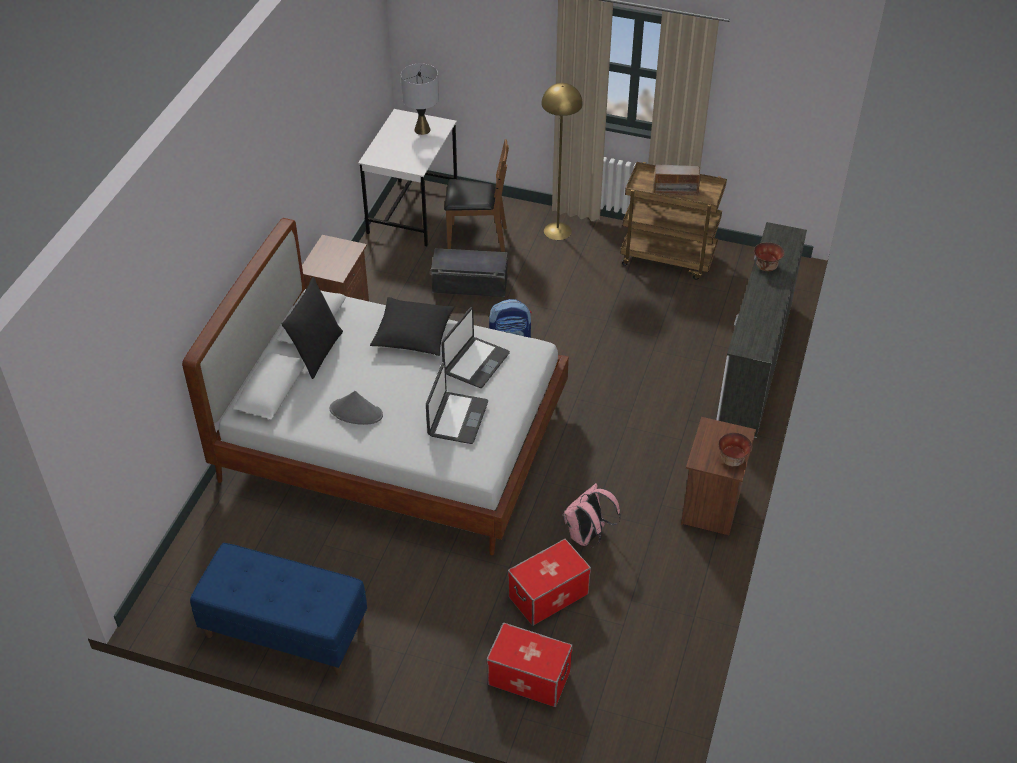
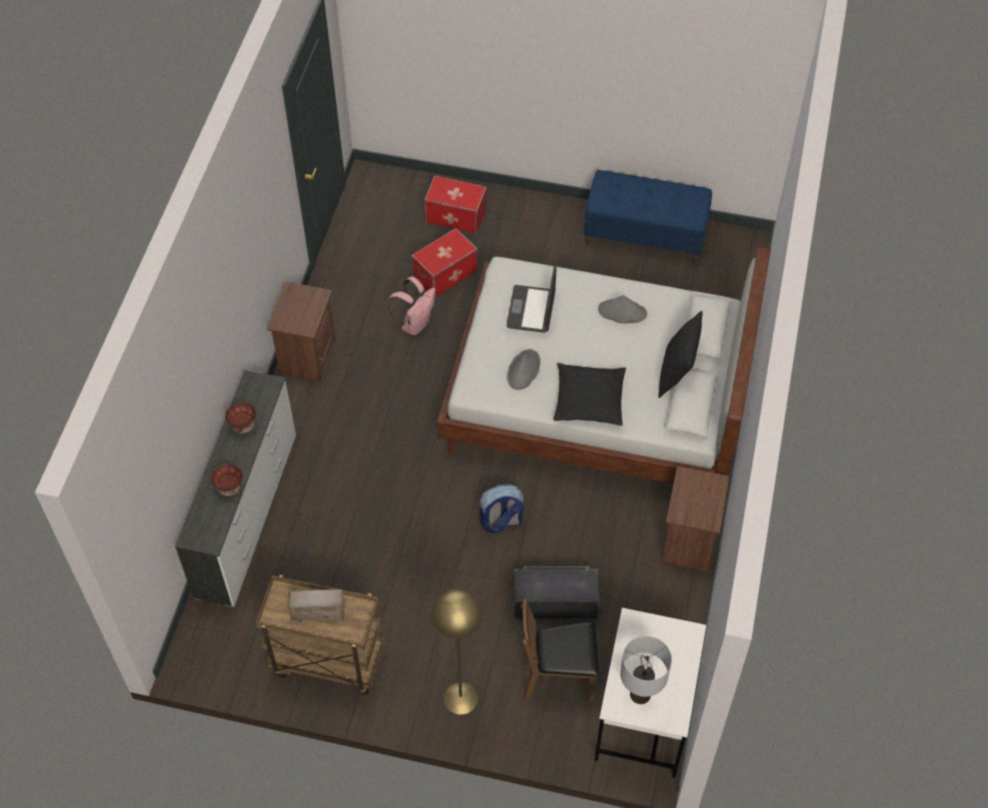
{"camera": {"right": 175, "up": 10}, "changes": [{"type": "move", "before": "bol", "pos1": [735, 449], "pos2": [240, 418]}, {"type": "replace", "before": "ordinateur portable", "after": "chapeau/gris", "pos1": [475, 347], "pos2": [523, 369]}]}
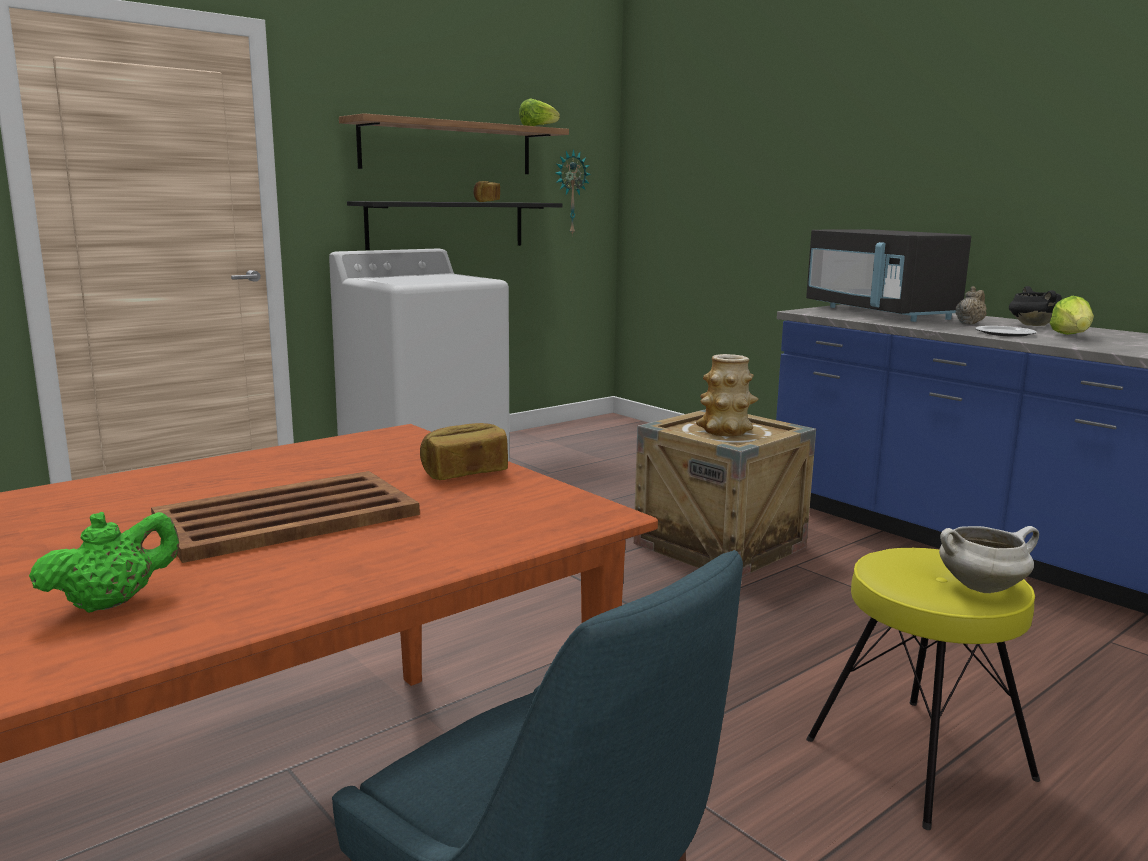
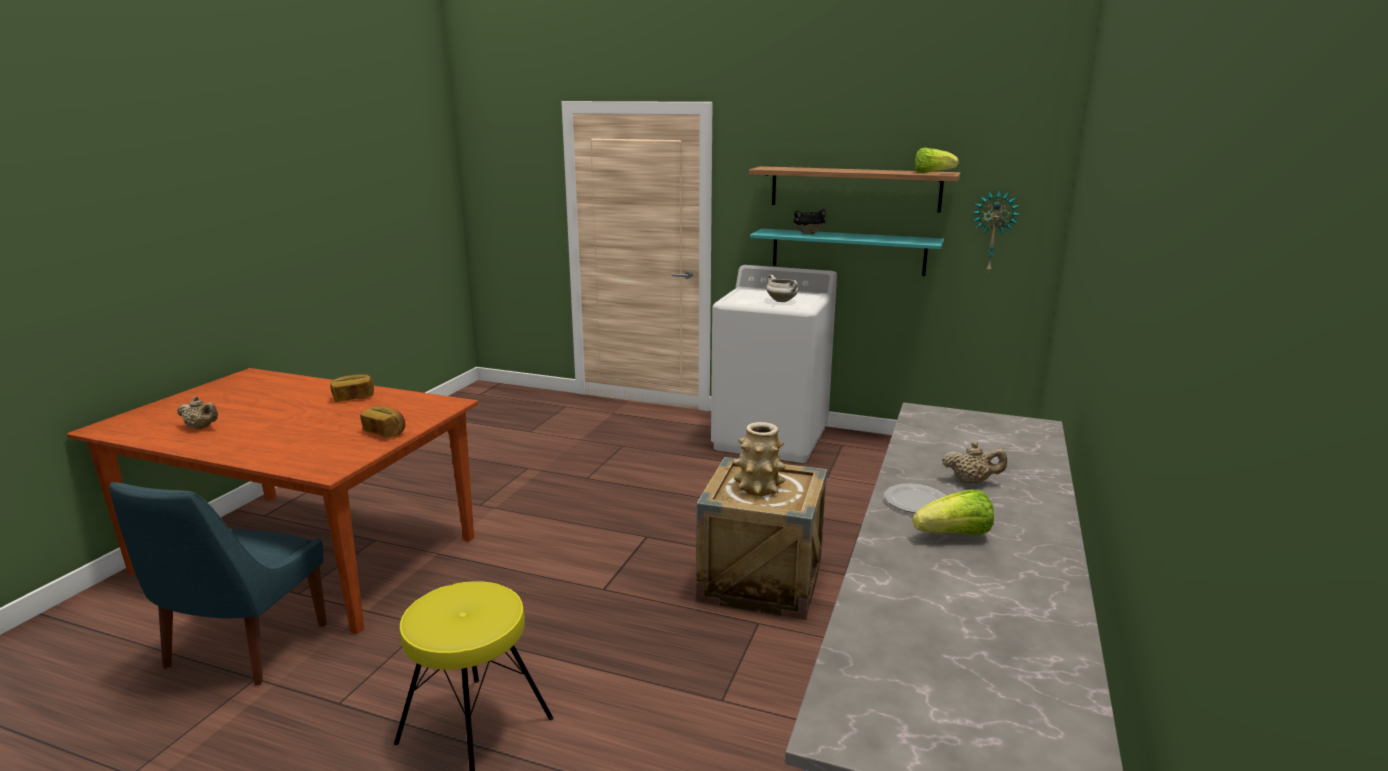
{"camera": {"right": 60, "up": 5}, "changes": [{"type": "recolor", "before": "théière/vert", "after": "théière/beige", "pos1": [104, 562], "pos2": [197, 412]}, {"type": "move", "before": "pain", "pos1": [486, 191], "pos2": [352, 388]}, {"type": "recolor", "before": "étagère/noir", "after": "étagère/turquoise", "pos1": [454, 225], "pos2": [847, 252]}, {"type": "move", "before": "marmite/blanc", "pos1": [989, 559], "pos2": [782, 288]}, {"type": "move", "before": "marmite/noir", "pos1": [1035, 306], "pos2": [809, 221]}, {"type": "delete", "before": "plateau/marron", "pos1": [285, 517]}, {"type": "delete", "before": "micro-ondes/noir", "pos1": [888, 275]}]}
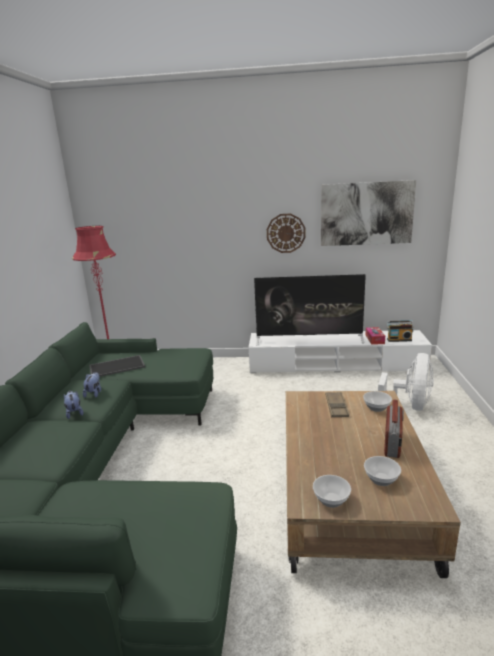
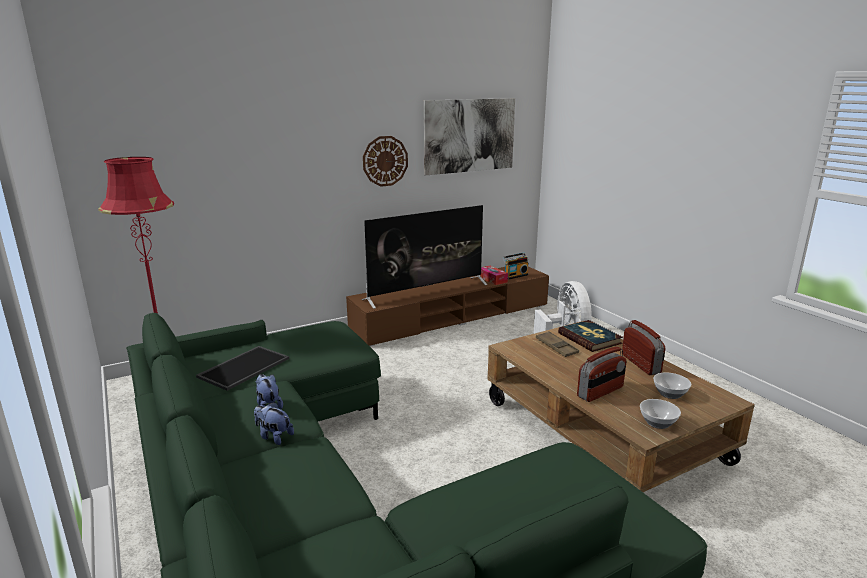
{"camera": {"right": -35, "up": 0}, "changes": [{"type": "recolor", "before": "meuble télé/blanc", "after": "meuble télé/marron", "pos1": [340, 351], "pos2": [447, 307]}, {"type": "replace", "before": "bol", "after": "livre", "pos1": [377, 401], "pos2": [590, 336]}, {"type": "insert", "after": "radio", "pos2": [601, 374]}]}
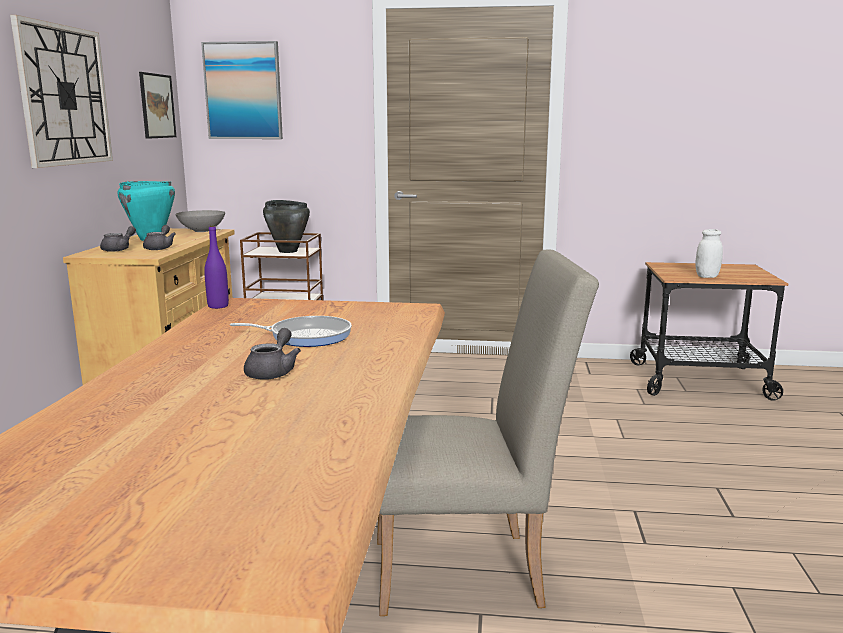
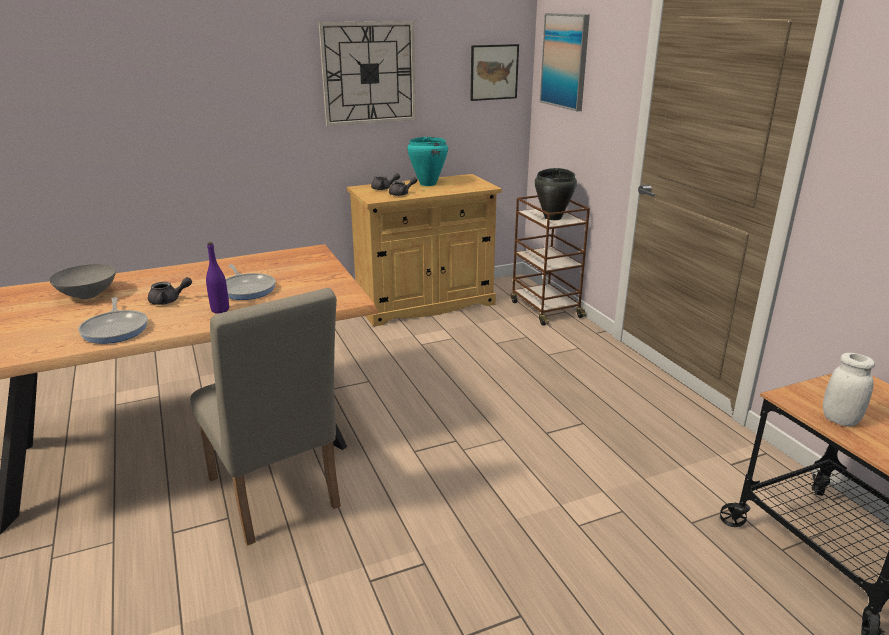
{"camera": {"right": 60, "up": 10}, "changes": [{"type": "move", "before": "bol/gris", "pos1": [200, 221], "pos2": [82, 281]}, {"type": "insert", "after": "poêle", "pos2": [113, 320]}, {"type": "move", "before": "bouteille/violet", "pos1": [216, 267], "pos2": [217, 278]}]}
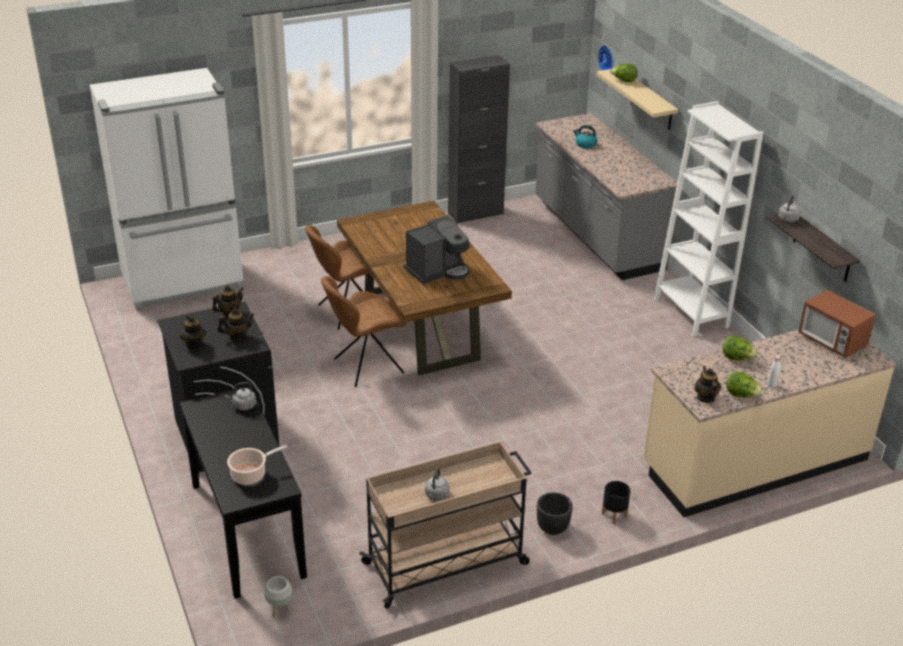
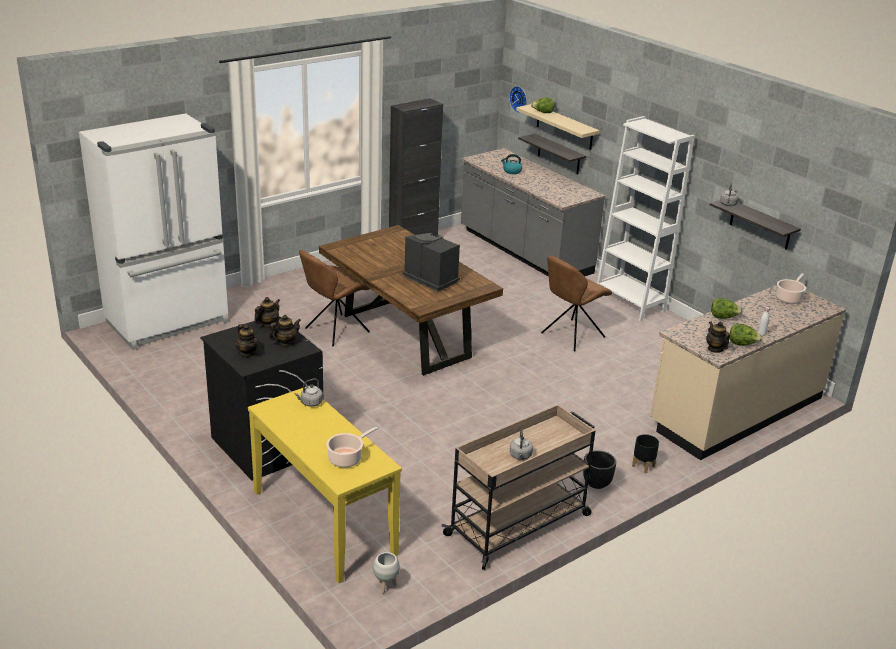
{"camera": {"right": -15, "up": -5}, "changes": [{"type": "recolor", "before": "table console/noir", "after": "table console/jaune", "pos1": [243, 492], "pos2": [325, 485]}, {"type": "rotate", "before": "machine à café", "pos1": [436, 250], "pos2": [431, 262], "turn": -90}, {"type": "insert", "after": "étagère", "pos2": [552, 154]}, {"type": "move", "before": "chaise/marron", "pos1": [363, 331], "pos2": [576, 303]}, {"type": "replace", "before": "micro-ondes", "after": "marmite", "pos1": [837, 324], "pos2": [791, 289]}]}
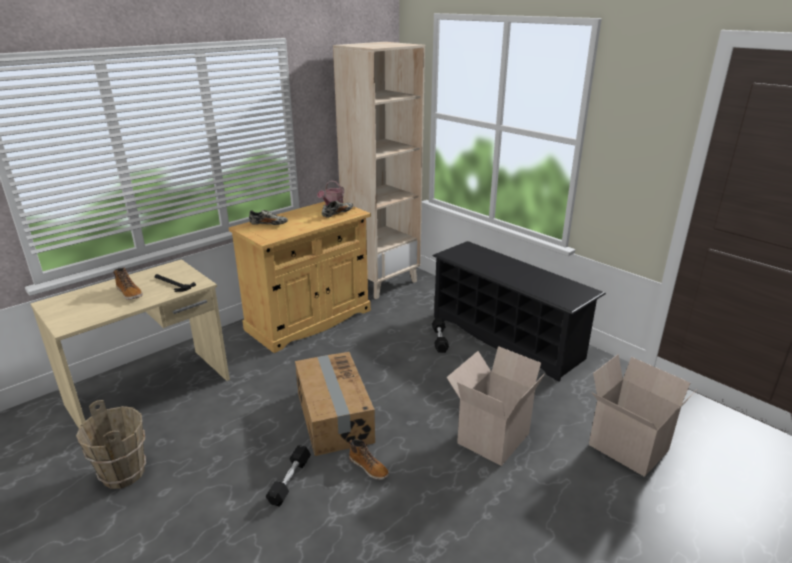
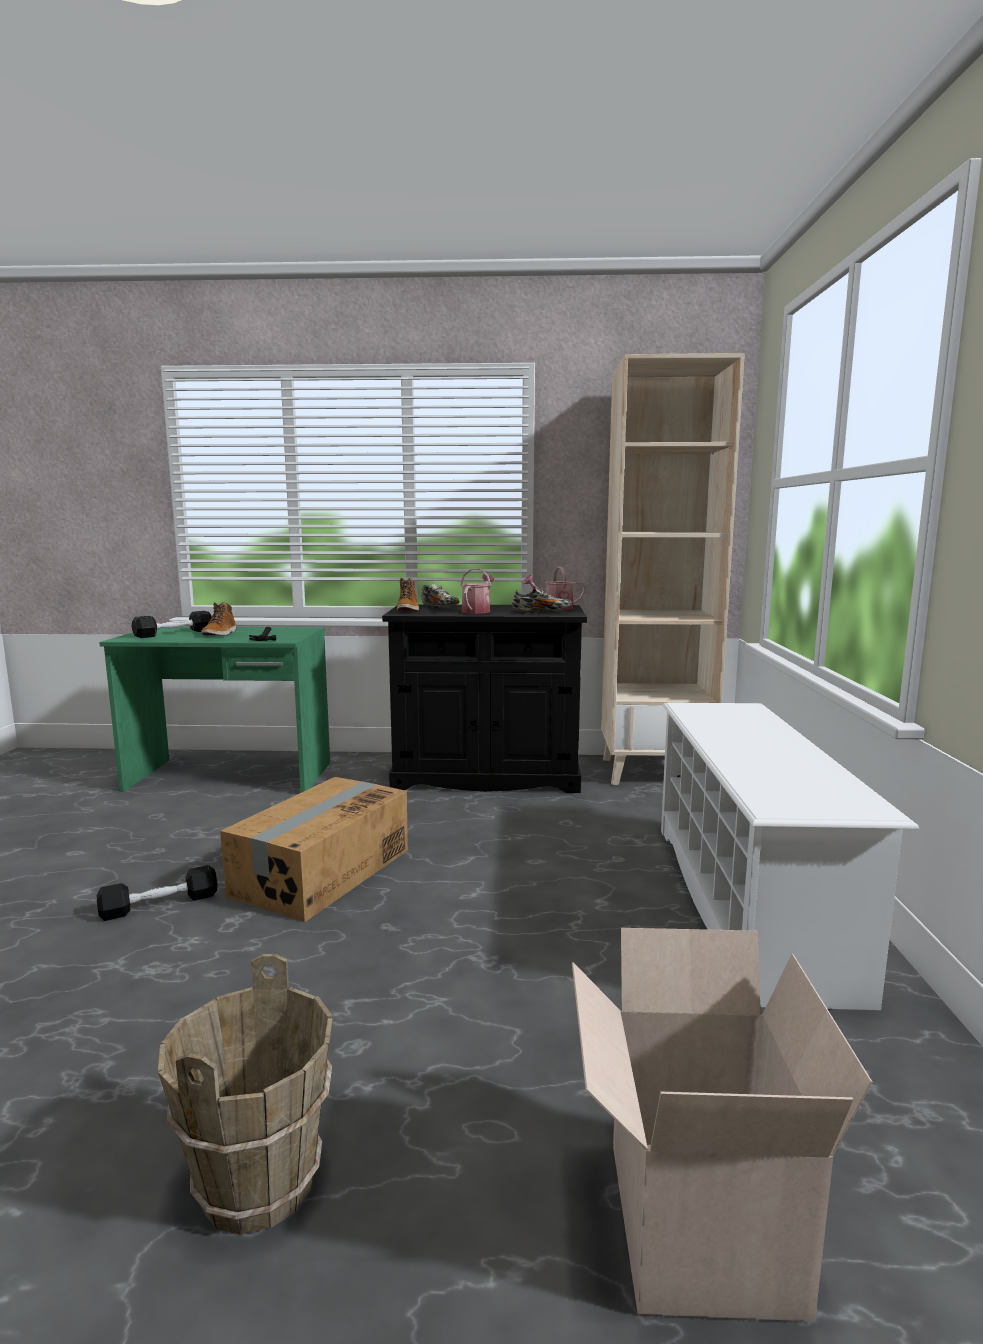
{"camera": {"right": 45, "up": -15}, "changes": [{"type": "recolor", "before": "bureau/beige", "after": "bureau/vert", "pos1": [130, 343], "pos2": [214, 710]}, {"type": "move", "before": "haltère/noir", "pos1": [440, 335], "pos2": [171, 624]}, {"type": "move", "before": "seau/marron", "pos1": [111, 444], "pos2": [245, 1094]}, {"type": "recolor", "before": "meuble de rangement/beige", "after": "meuble de rangement/noir", "pos1": [300, 277], "pos2": [484, 698]}, {"type": "move", "before": "botte", "pos1": [369, 459], "pos2": [408, 594]}, {"type": "insert", "after": "arrosoir", "pos2": [477, 591]}, {"type": "recolor", "before": "étagère à chaussures/noir", "after": "étagère à chaussures/blanc", "pos1": [519, 311], "pos2": [790, 856]}, {"type": "delete", "before": "carton", "pos1": [495, 406]}]}
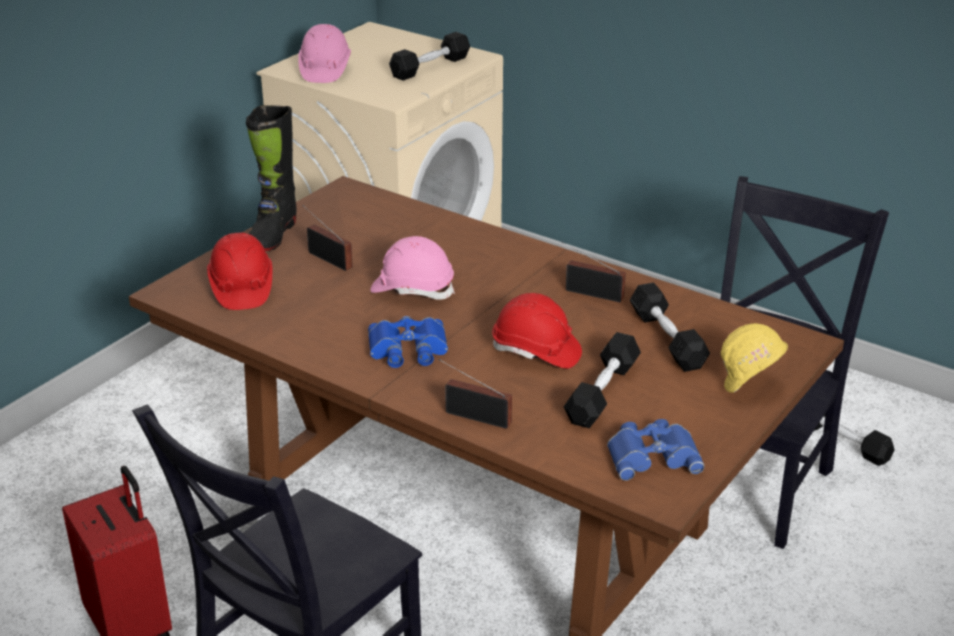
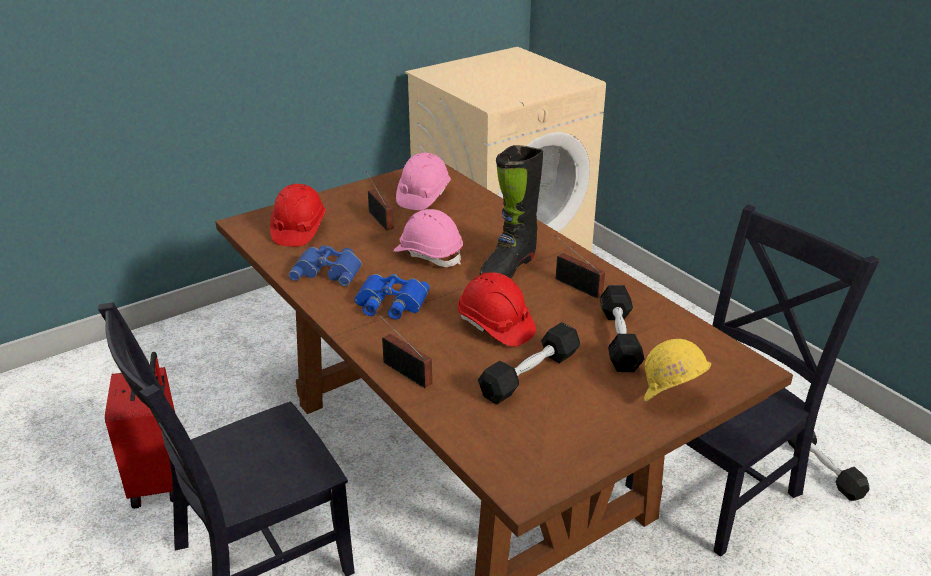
{"camera": {"right": 20, "up": 0}, "changes": [{"type": "move", "before": "jumelles/bleu", "pos1": [656, 450], "pos2": [325, 266]}, {"type": "move", "before": "casque de chantier/rose", "pos1": [324, 53], "pos2": [423, 181]}, {"type": "move", "before": "botte/noir", "pos1": [271, 178], "pos2": [511, 211]}, {"type": "delete", "before": "haltère/noir", "pos1": [429, 56]}]}
